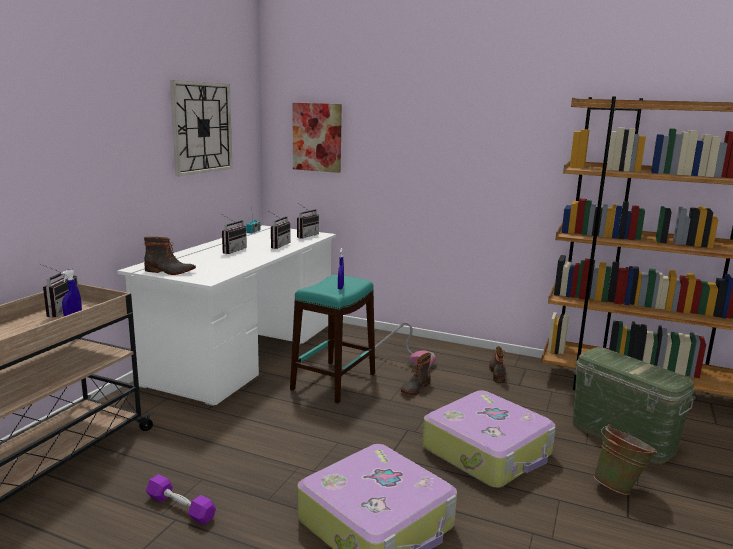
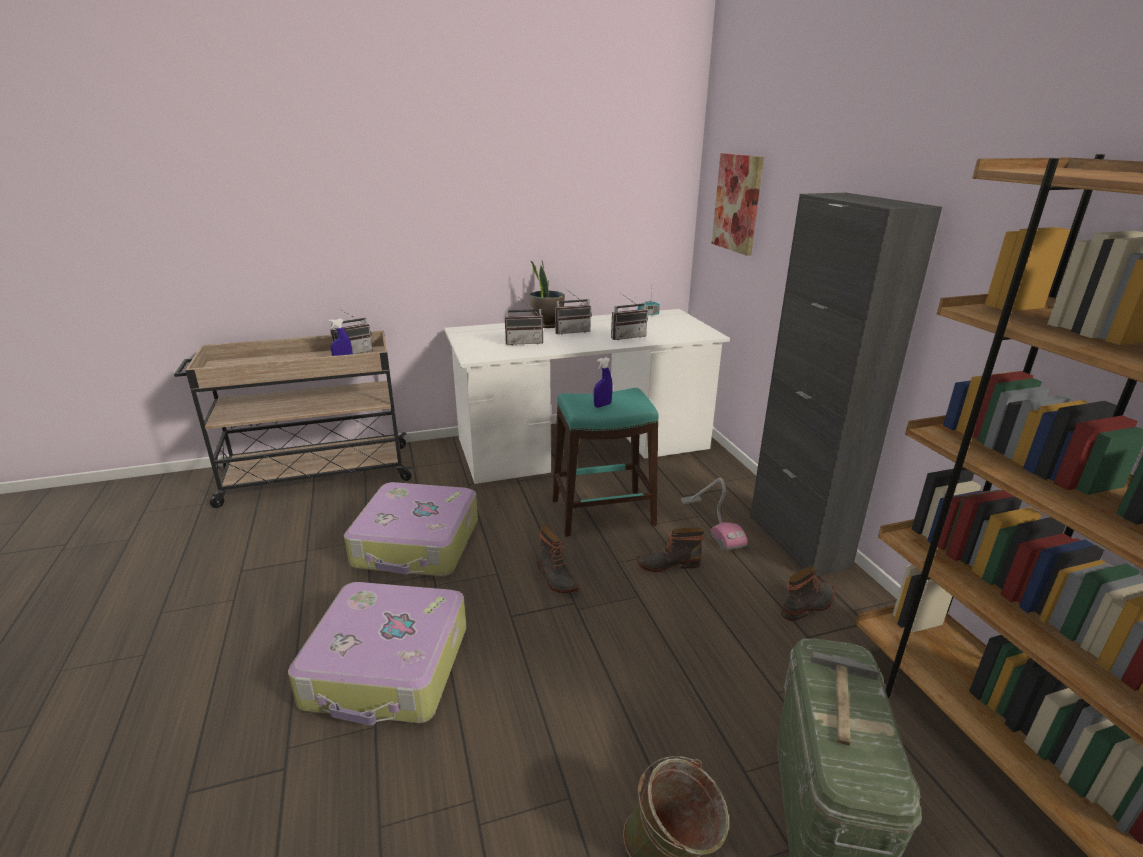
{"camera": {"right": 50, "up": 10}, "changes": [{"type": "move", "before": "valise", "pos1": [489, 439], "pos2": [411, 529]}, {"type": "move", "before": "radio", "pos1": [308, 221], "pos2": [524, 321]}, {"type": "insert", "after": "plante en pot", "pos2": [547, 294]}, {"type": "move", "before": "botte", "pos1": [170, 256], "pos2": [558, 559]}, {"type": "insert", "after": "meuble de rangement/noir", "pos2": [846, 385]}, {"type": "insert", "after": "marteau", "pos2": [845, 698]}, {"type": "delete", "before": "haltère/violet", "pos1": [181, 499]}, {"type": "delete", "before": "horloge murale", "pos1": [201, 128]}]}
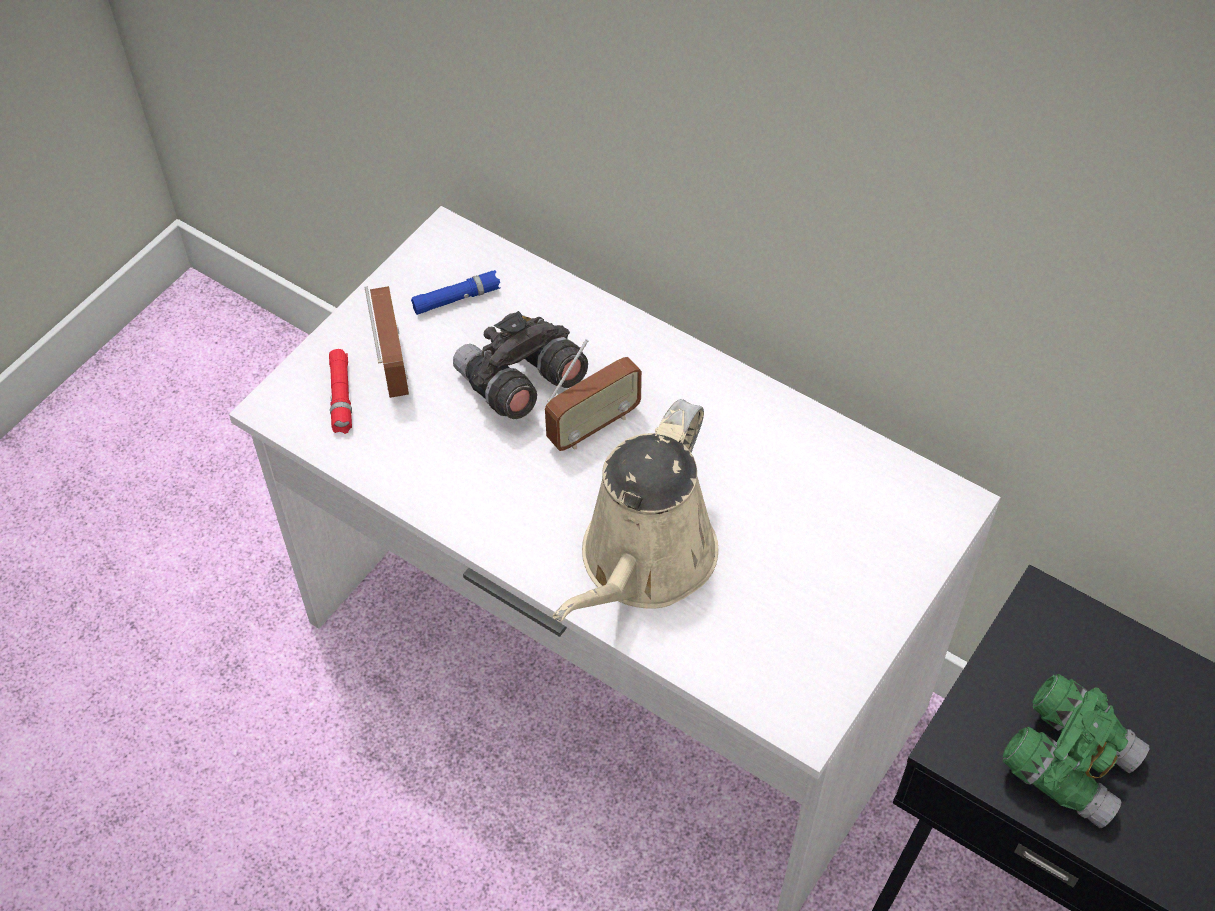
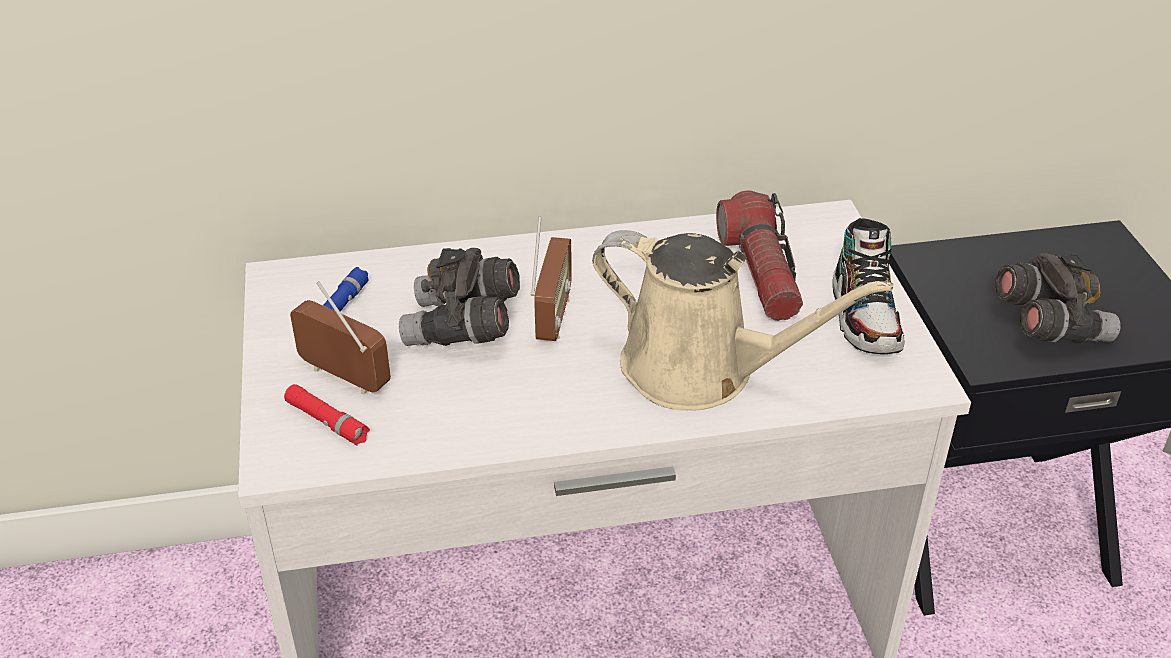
{"camera": {"right": -45, "up": -15}, "changes": [{"type": "rotate", "before": "arrosoir/beige", "pos1": [635, 510], "pos2": [743, 320], "turn": -45}, {"type": "insert", "after": "lampe de poche", "pos2": [759, 255]}, {"type": "insert", "after": "chaussure", "pos2": [869, 286]}, {"type": "recolor", "before": "jumelles/vert", "after": "jumelles/gris", "pos1": [1075, 751], "pos2": [1058, 298]}]}
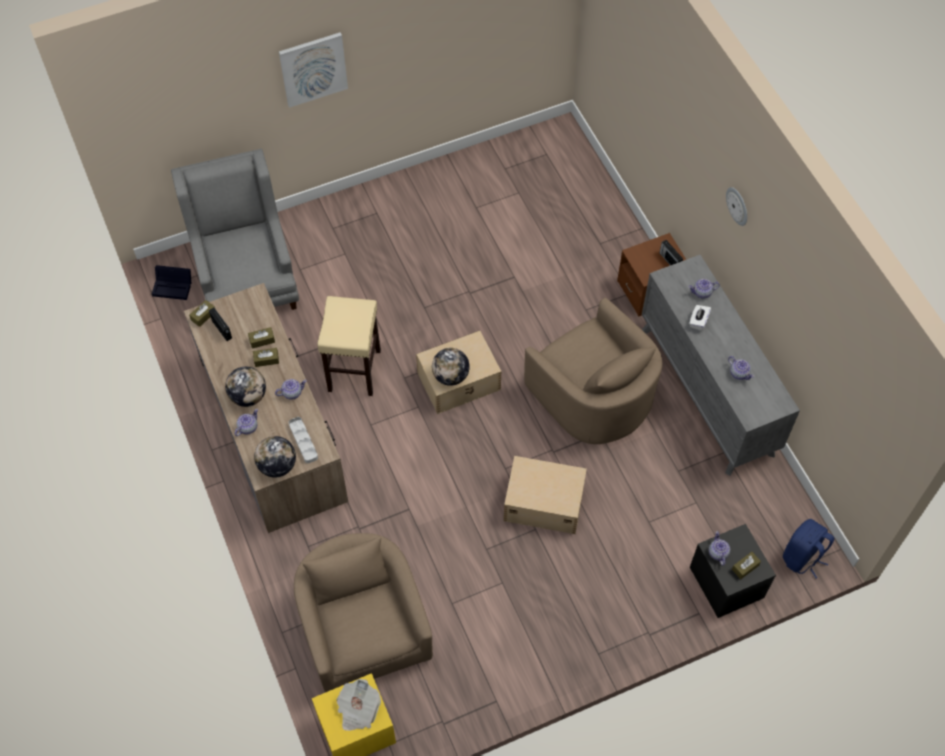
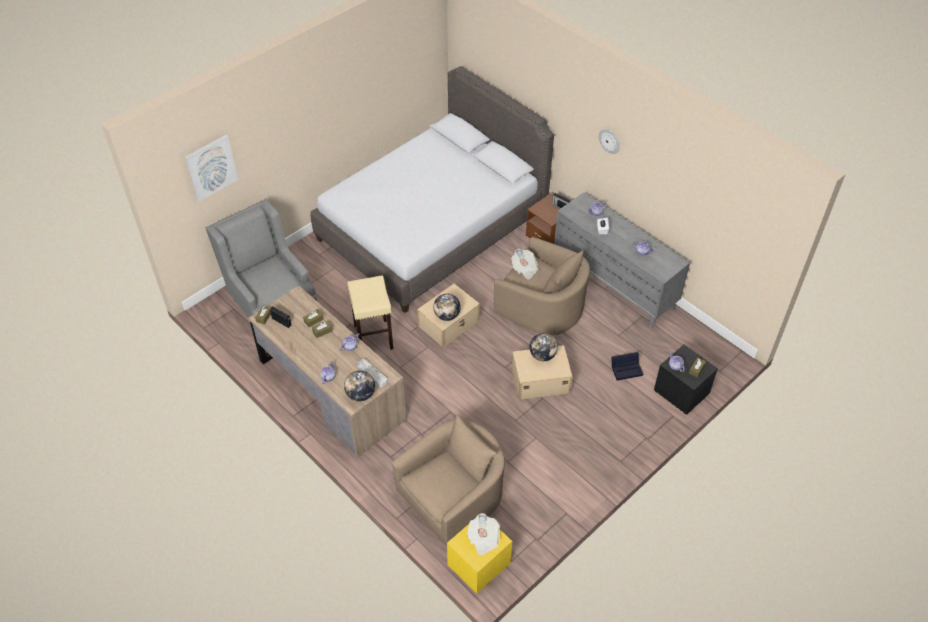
{"camera": {"right": -20, "up": -10}, "changes": [{"type": "move", "before": "tableau", "pos1": [313, 70], "pos2": [211, 168]}, {"type": "insert", "after": "lit/gris", "pos2": [432, 189]}, {"type": "rotate", "before": "fauteuil/beige", "pos1": [363, 613], "pos2": [448, 480], "turn": 90}, {"type": "insert", "after": "journal", "pos2": [525, 264]}, {"type": "move", "before": "globe", "pos1": [245, 387], "pos2": [544, 347]}, {"type": "move", "before": "boîte de rangement/noir", "pos1": [171, 282], "pos2": [627, 366]}, {"type": "delete", "before": "sac à dos/bleu", "pos1": [808, 548]}]}
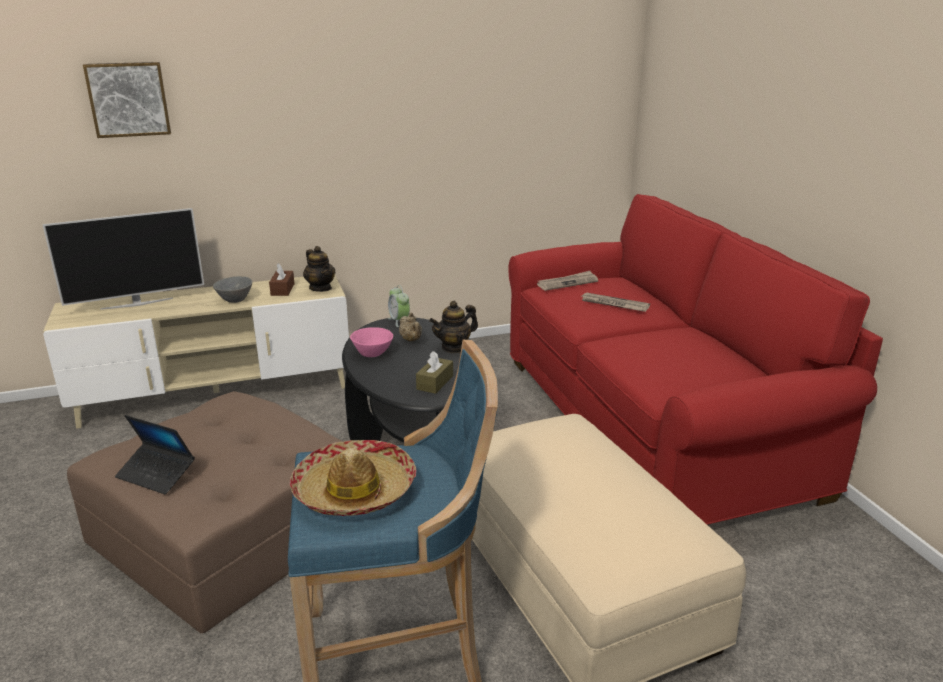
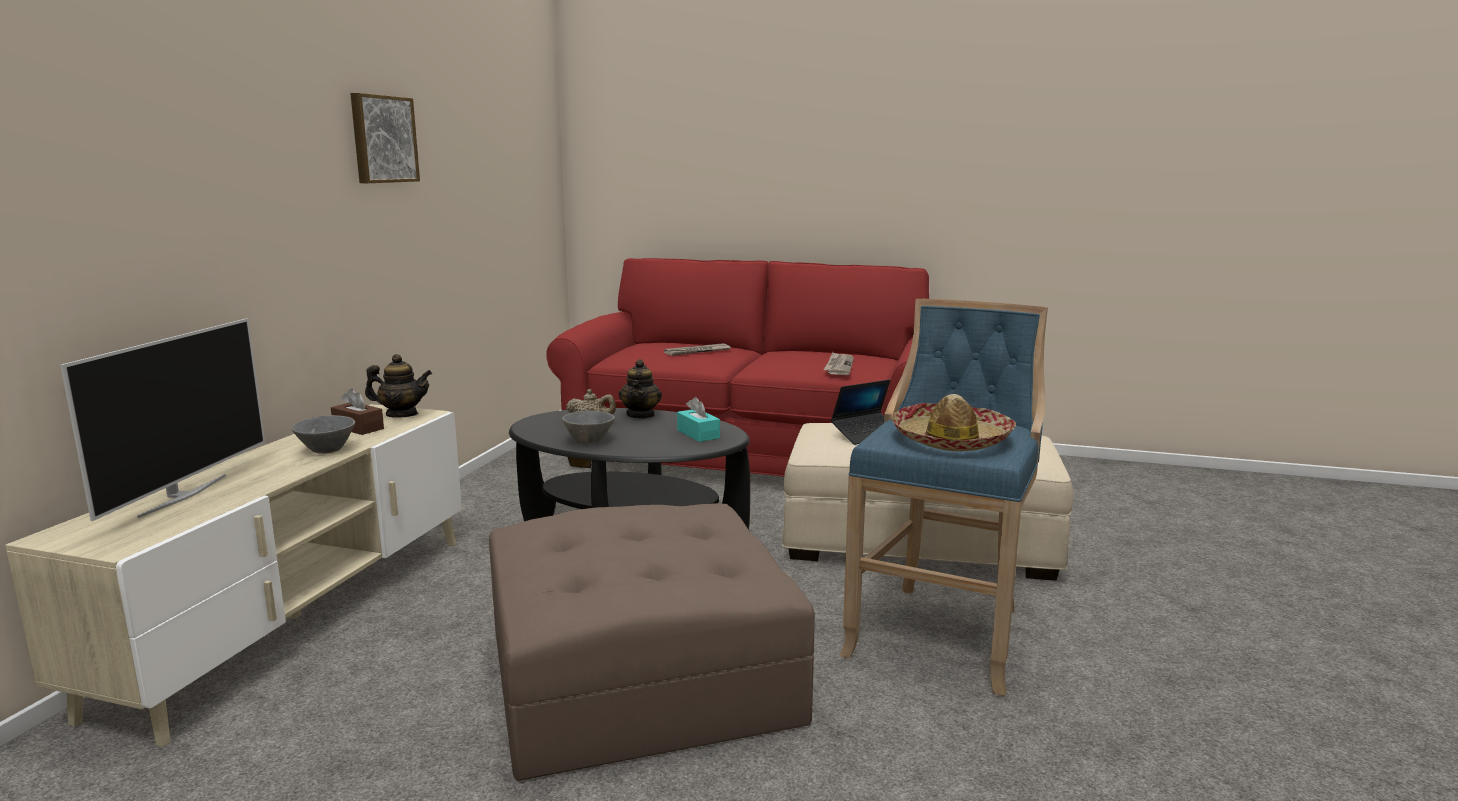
{"camera": {"right": -55, "up": -10}, "changes": [{"type": "move", "before": "tableau", "pos1": [127, 100], "pos2": [385, 138]}, {"type": "recolor", "before": "bol/rose", "after": "bol/gris", "pos1": [371, 342], "pos2": [588, 427]}, {"type": "recolor", "before": "boîte à mouchoirs/marron", "after": "boîte à mouchoirs/turquoise", "pos1": [434, 372], "pos2": [698, 419]}, {"type": "move", "before": "journal", "pos1": [567, 281], "pos2": [839, 363]}, {"type": "move", "before": "ordinateur portable", "pos1": [155, 454], "pos2": [860, 412]}, {"type": "delete", "before": "réveil", "pos1": [399, 306]}]}
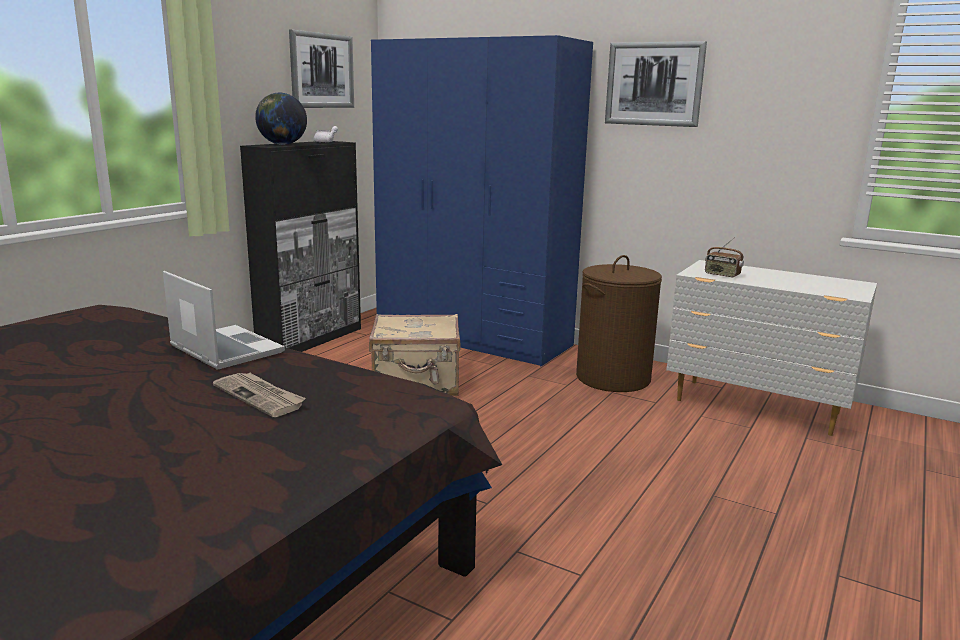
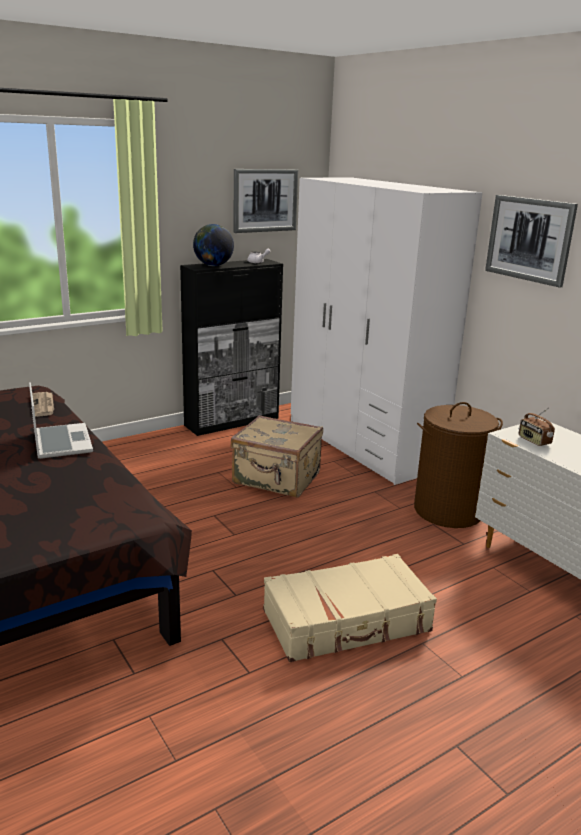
{"camera": {"right": 25, "up": 5}, "changes": [{"type": "move", "before": "journal", "pos1": [259, 395], "pos2": [43, 404]}, {"type": "insert", "after": "valise/beige", "pos2": [350, 608]}, {"type": "recolor", "before": "armoire/bleu", "after": "armoire/blanc", "pos1": [482, 201], "pos2": [387, 331]}]}
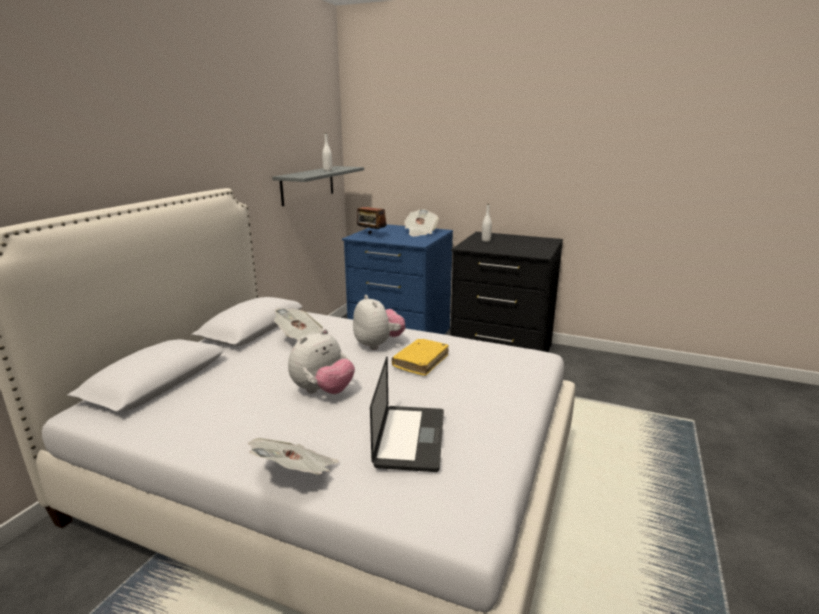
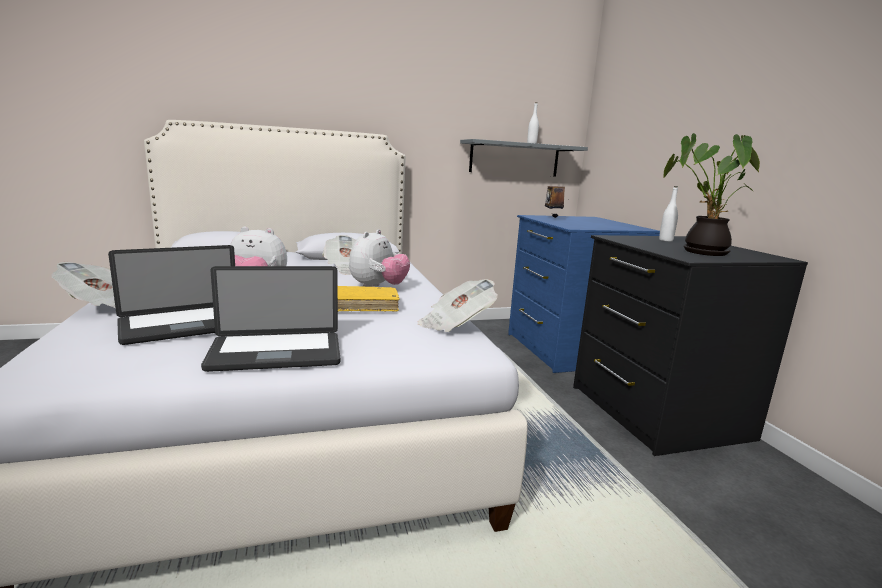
{"camera": {"right": 50, "up": -5}, "changes": [{"type": "insert", "after": "ordinateur portable", "pos2": [270, 319]}, {"type": "move", "before": "journal", "pos1": [421, 223], "pos2": [458, 305]}, {"type": "insert", "after": "plante en pot", "pos2": [711, 194]}]}
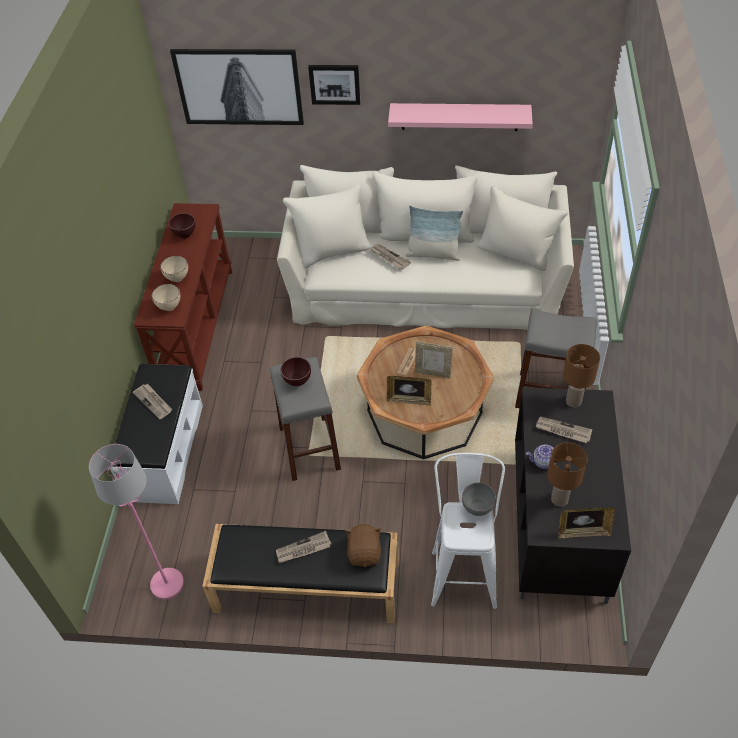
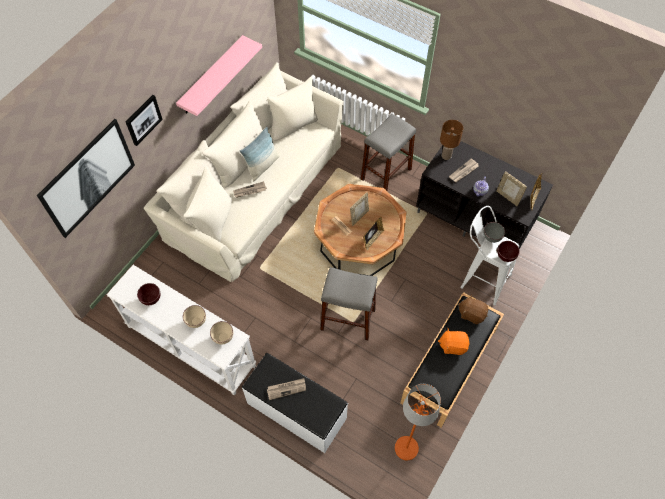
{"camera": {"right": -65, "up": 10}, "changes": [{"type": "recolor", "before": "table console/marron", "after": "table console/blanc", "pos1": [183, 297], "pos2": [181, 330]}, {"type": "recolor", "before": "lampadaire/rose", "after": "lampadaire/orange", "pos1": [136, 522], "pos2": [418, 422]}, {"type": "replace", "before": "journal", "after": "peluche/orange", "pos1": [303, 547], "pos2": [454, 341]}, {"type": "replace", "before": "lampe de table/marron", "after": "cadre photo", "pos1": [567, 474], "pos2": [511, 188]}, {"type": "move", "before": "bol/marron", "pos1": [296, 371], "pos2": [508, 251]}]}
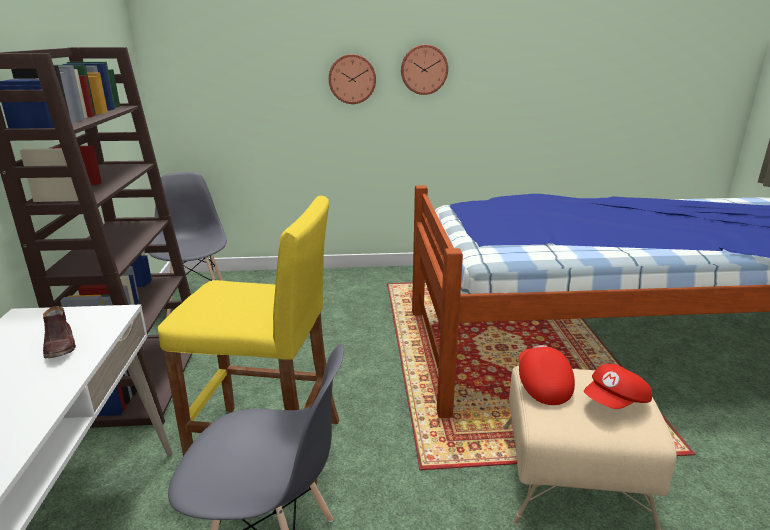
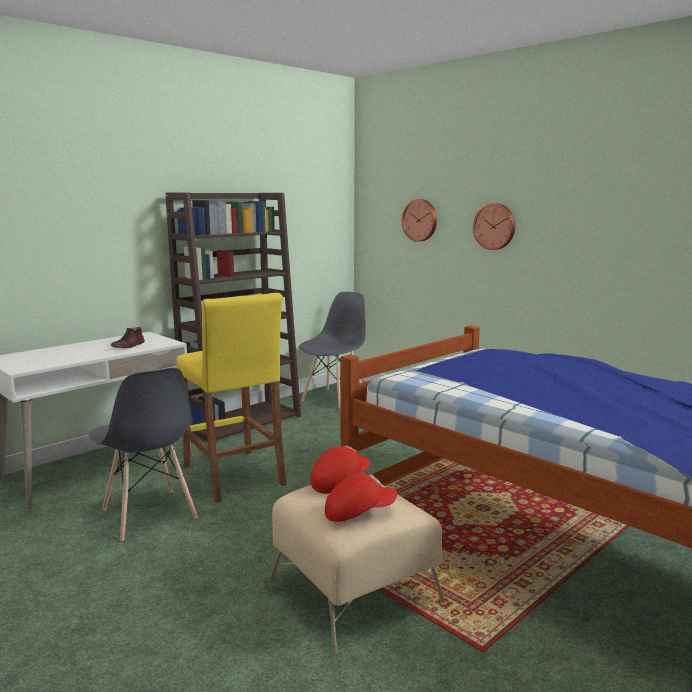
{"camera": {"right": 50, "up": -10}, "changes": [{"type": "rotate", "before": "casquette/rouge", "pos1": [618, 386], "pos2": [361, 497], "turn": 150}, {"type": "move", "before": "horloge murale", "pos1": [424, 70], "pos2": [419, 220]}]}
